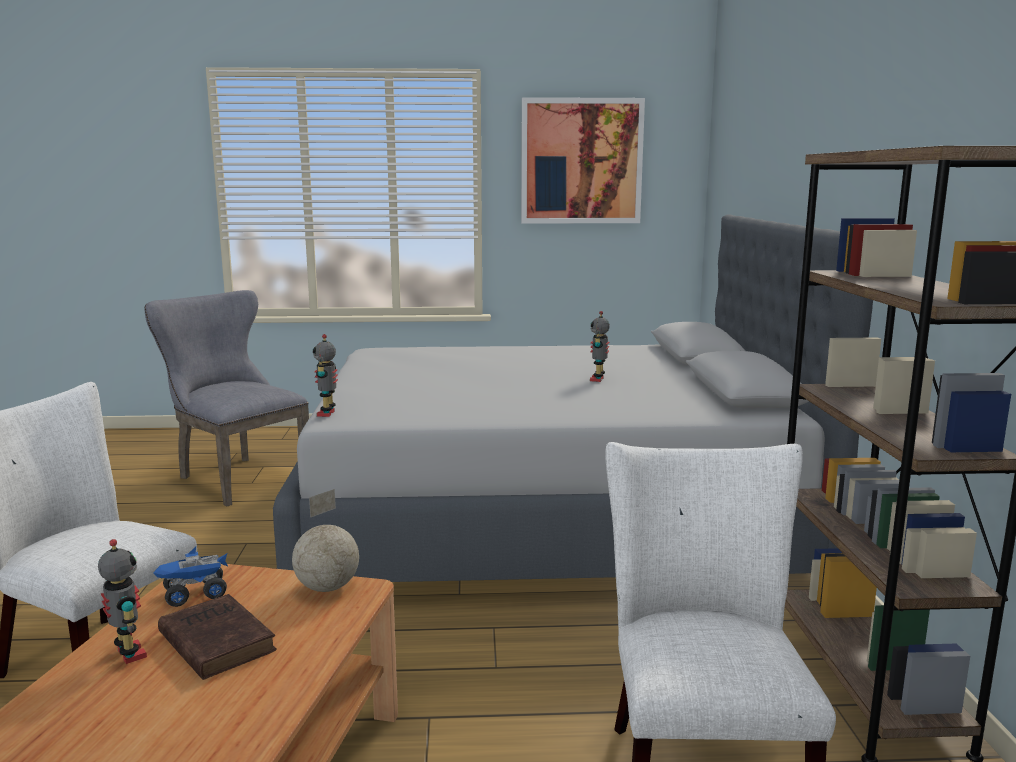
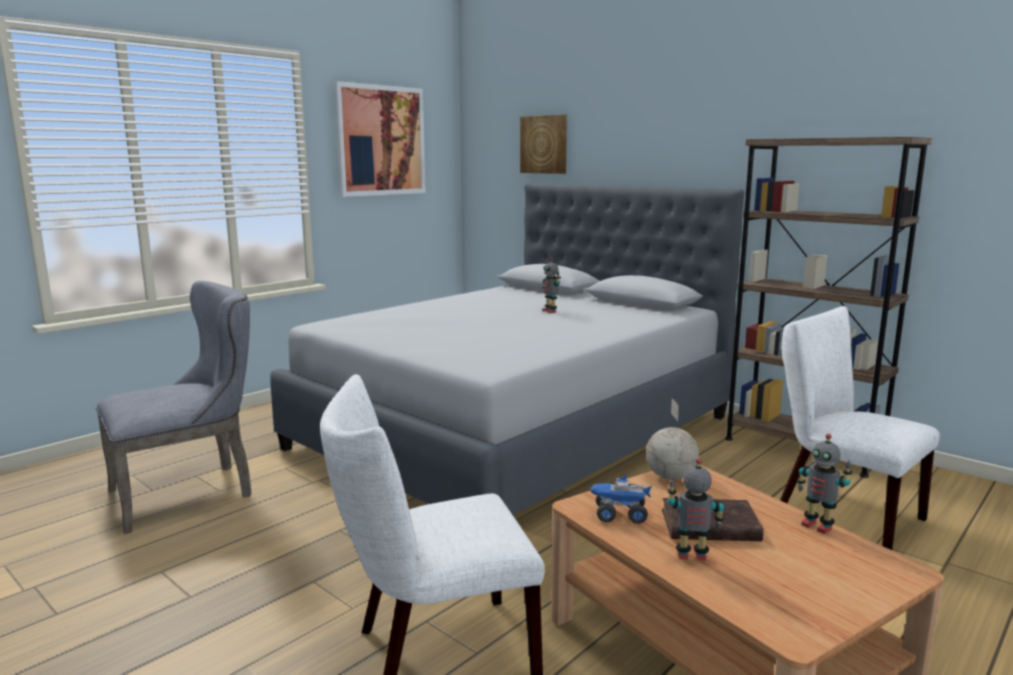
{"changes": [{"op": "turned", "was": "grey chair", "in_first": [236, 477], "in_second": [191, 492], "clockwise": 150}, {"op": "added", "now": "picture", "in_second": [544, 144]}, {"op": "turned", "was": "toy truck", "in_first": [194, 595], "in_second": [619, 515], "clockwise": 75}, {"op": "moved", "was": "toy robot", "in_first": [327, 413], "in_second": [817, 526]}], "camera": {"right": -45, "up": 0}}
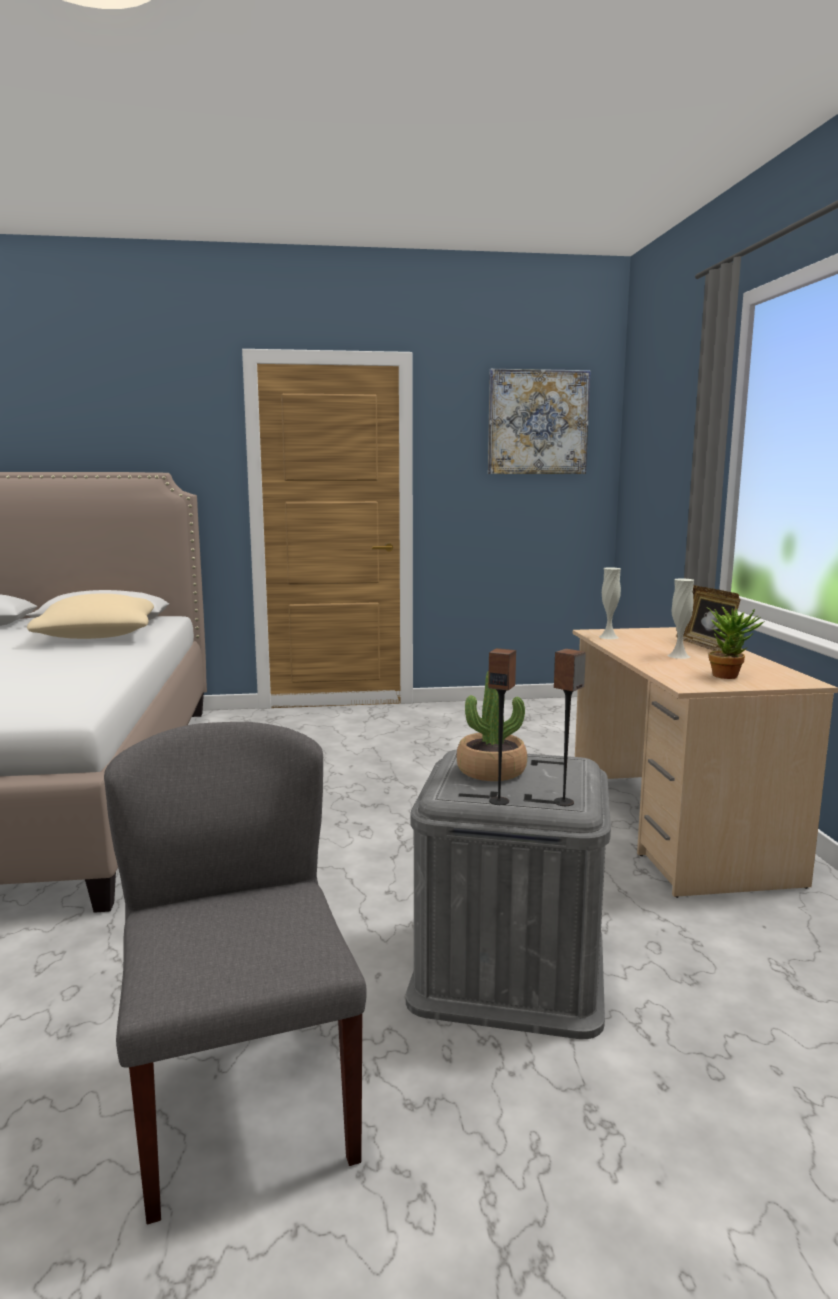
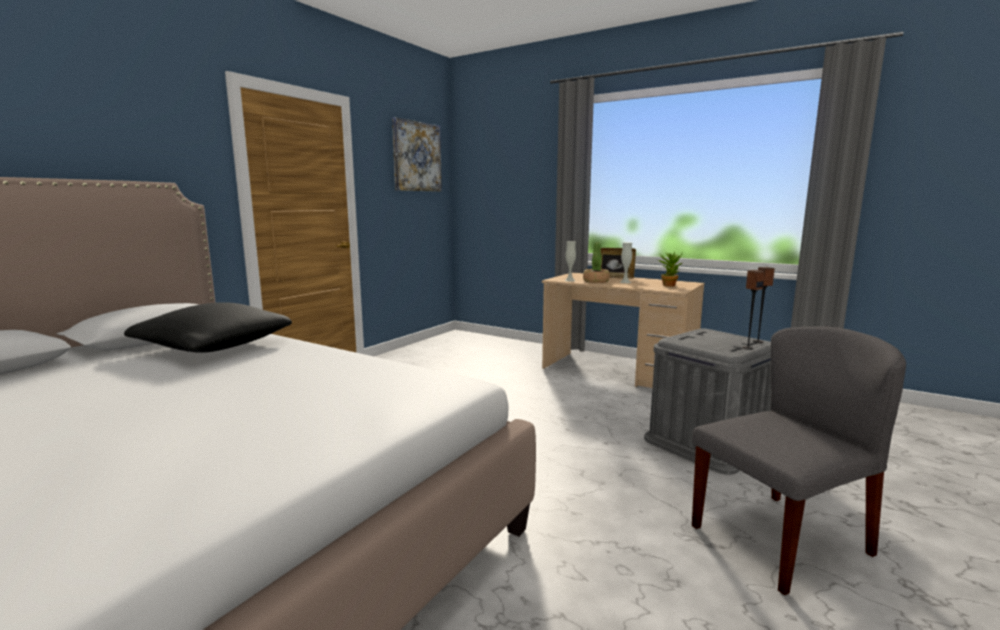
{"changes": [{"op": "recoloured", "was": "beige pillow", "now": "black pillow", "in_first": [97, 636], "in_second": [214, 347]}, {"op": "moved", "was": "potted plant", "in_first": [491, 771], "in_second": [596, 281]}, {"op": "turned", "was": "grey chair", "in_first": [241, 1100], "in_second": [779, 539], "clockwise": 135}], "camera": {"right": -50, "up": 0}}
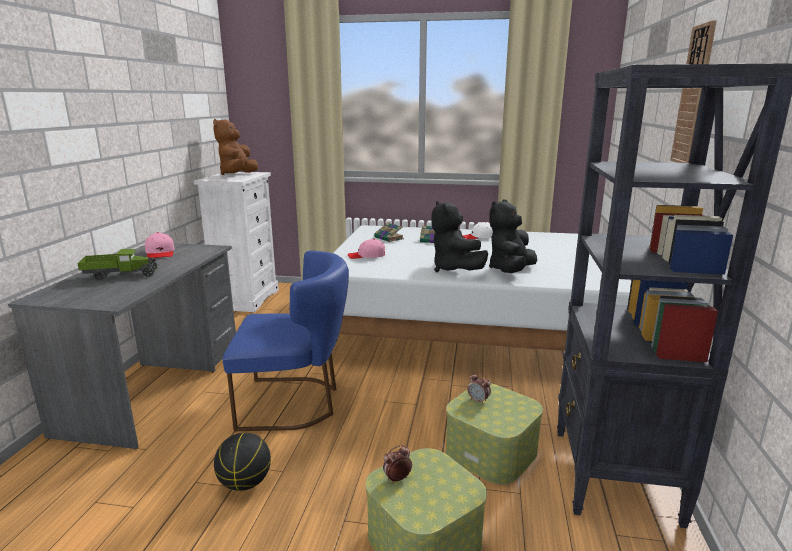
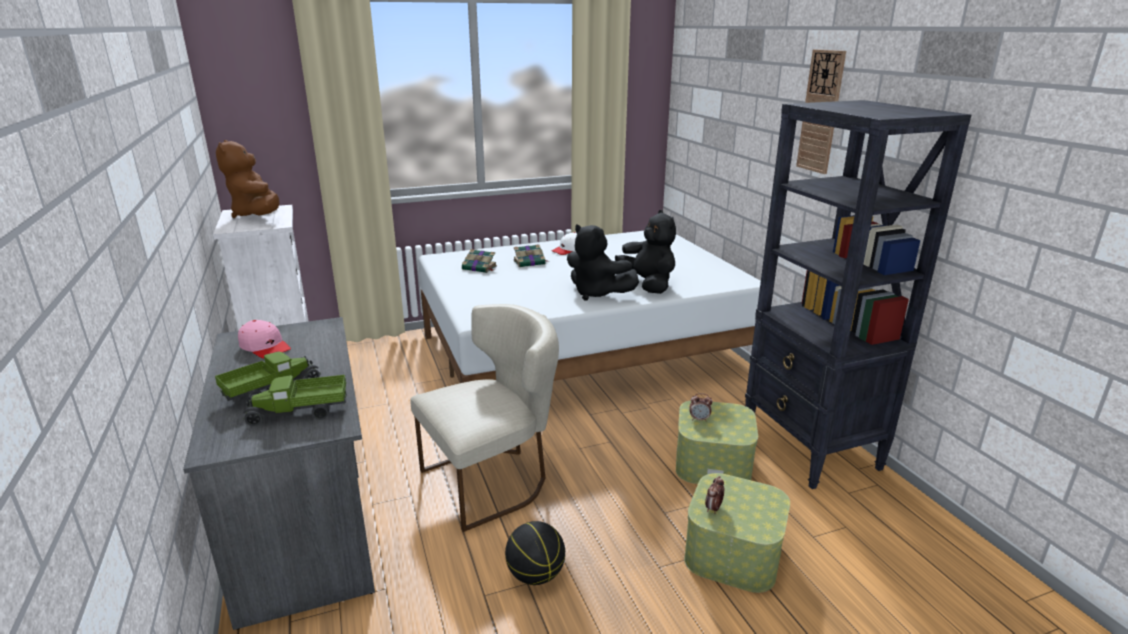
{"changes": [{"op": "added", "now": "toy truck", "in_second": [299, 413]}, {"op": "recoloured", "was": "blue chair", "now": "beige chair", "in_first": [295, 402], "in_second": [493, 480]}, {"op": "turned", "was": "black plush toy", "in_first": [510, 271], "in_second": [648, 284], "clockwise": 150}, {"op": "removed", "was": "pink cap", "in_first": [367, 256]}], "camera": {"right": -30, "up": 5}}
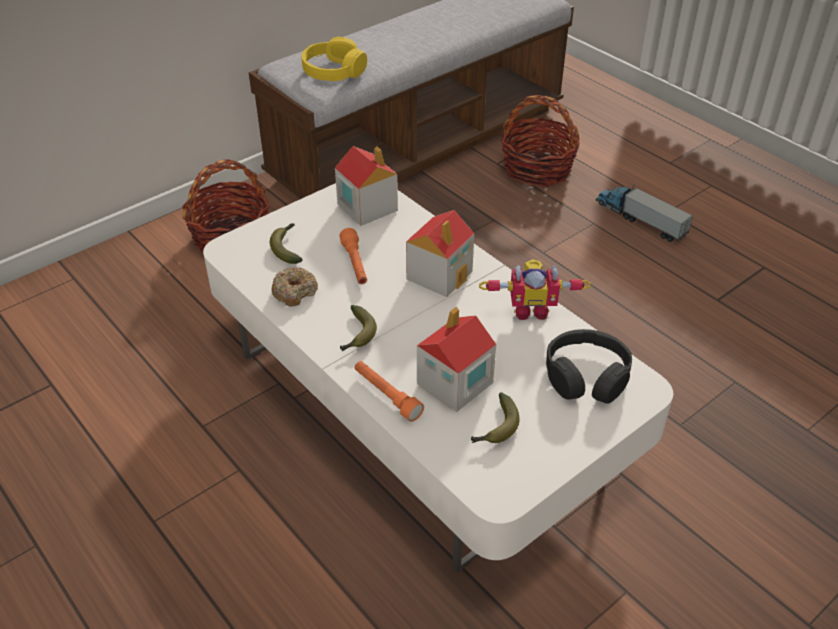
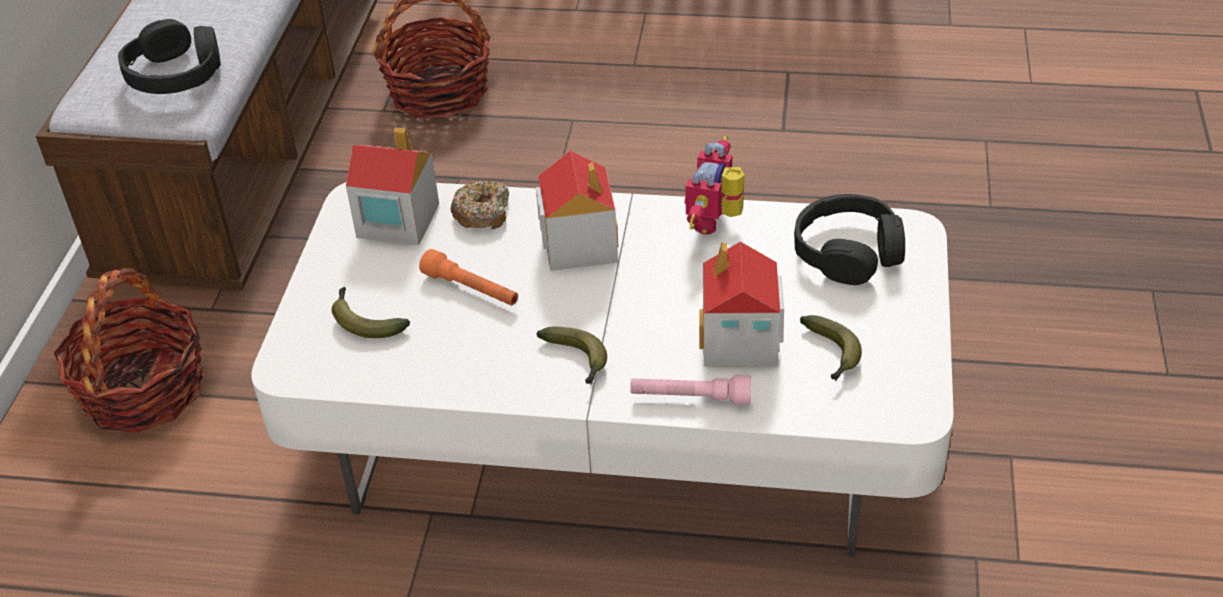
{"changes": [{"op": "recoloured", "was": "yellow headphones", "now": "black headphones", "in_first": [334, 71], "in_second": [175, 74]}, {"op": "moved", "was": "donut", "in_first": [295, 292], "in_second": [482, 213]}, {"op": "recoloured", "was": "orange flashlight", "now": "pink flashlight", "in_first": [386, 395], "in_second": [690, 398]}, {"op": "turned", "was": "toy robot", "in_first": [531, 309], "in_second": [717, 222], "clockwise": 150}, {"op": "removed", "was": "toy truck", "in_first": [640, 220]}], "camera": {"right": -40, "up": 0}}
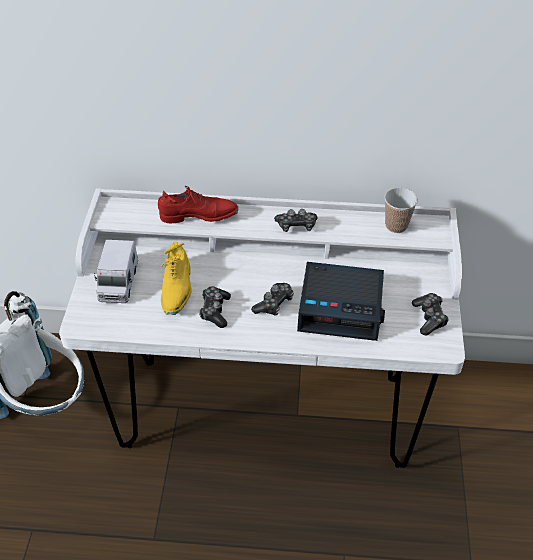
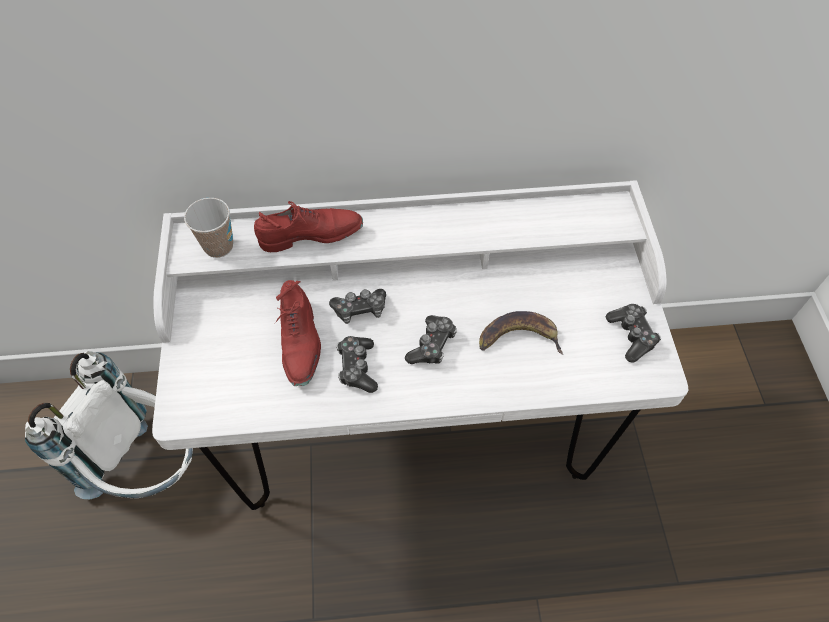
{"changes": [{"op": "moved", "was": "cup", "in_first": [396, 226], "in_second": [219, 246]}, {"op": "recoloured", "was": "yellow shoe", "now": "red shoe", "in_first": [177, 289], "in_second": [300, 342]}, {"op": "moved", "was": "game controller", "in_first": [296, 226], "in_second": [360, 310]}, {"op": "replaced", "was": "alarm clock", "now": "banana", "in_first": [341, 307], "in_second": [519, 337]}, {"op": "removed", "was": "toy truck", "in_first": [118, 282]}], "camera": {"right": -10, "up": 10}}
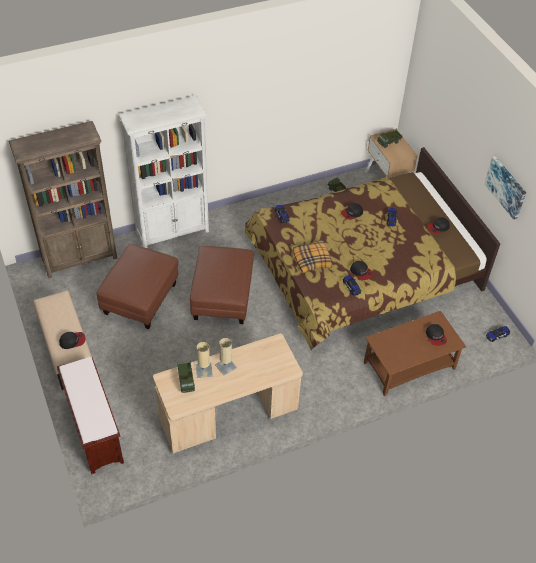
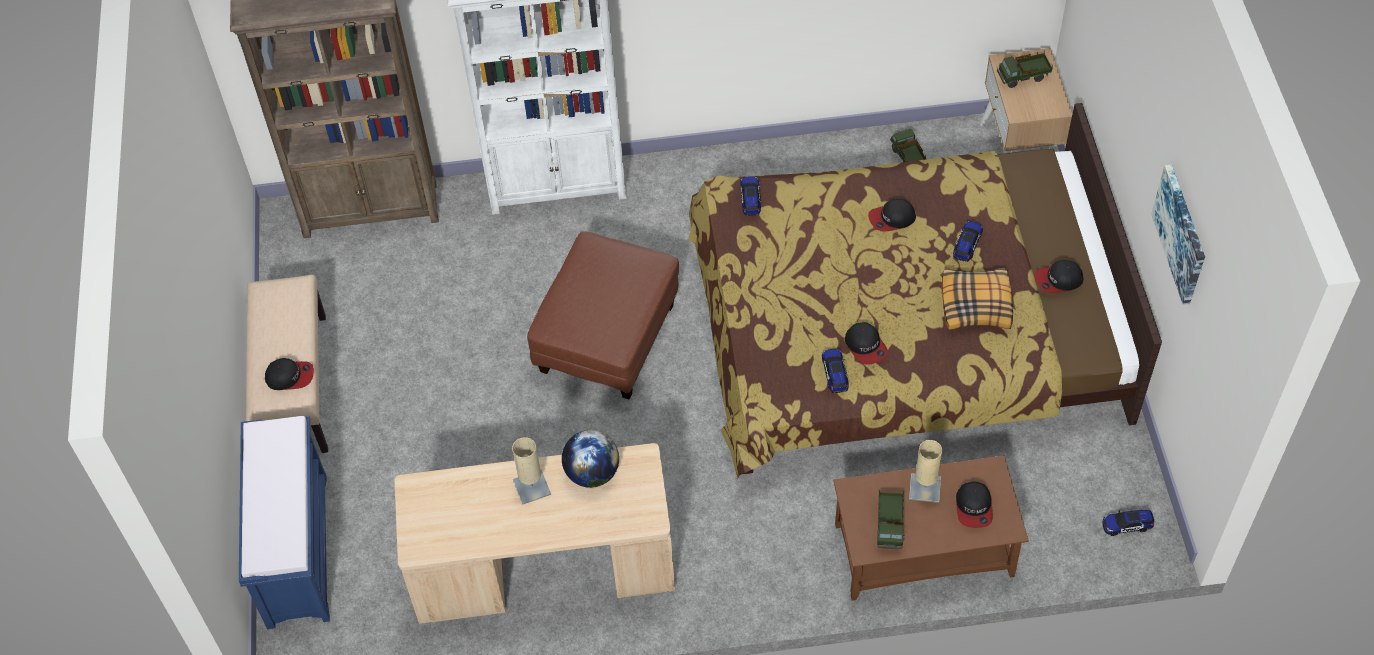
{"changes": [{"op": "recoloured", "was": "brown bench", "now": "blue bench", "in_first": [94, 430], "in_second": [296, 549]}, {"op": "added", "now": "globe", "in_second": [592, 473]}, {"op": "moved", "was": "toy truck", "in_first": [186, 381], "in_second": [890, 526]}, {"op": "moved", "was": "beige table lamp", "in_first": [204, 370], "in_second": [925, 488]}, {"op": "moved", "was": "pillow", "in_first": [312, 260], "in_second": [976, 305]}, {"op": "removed", "was": "brown ottoman", "in_first": [140, 299]}], "camera": {"right": 20, "up": 5}}
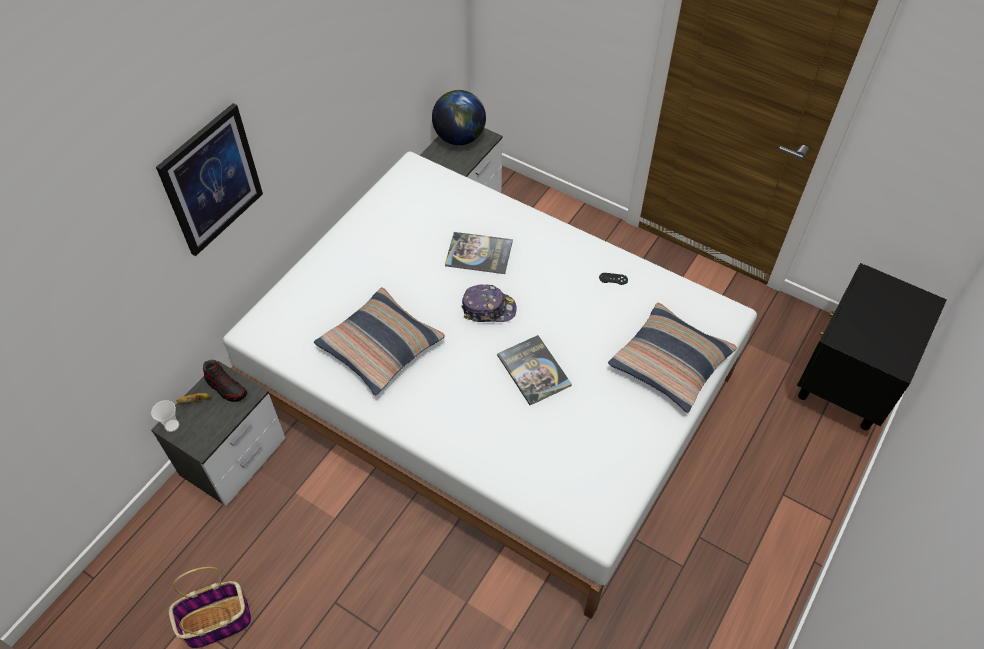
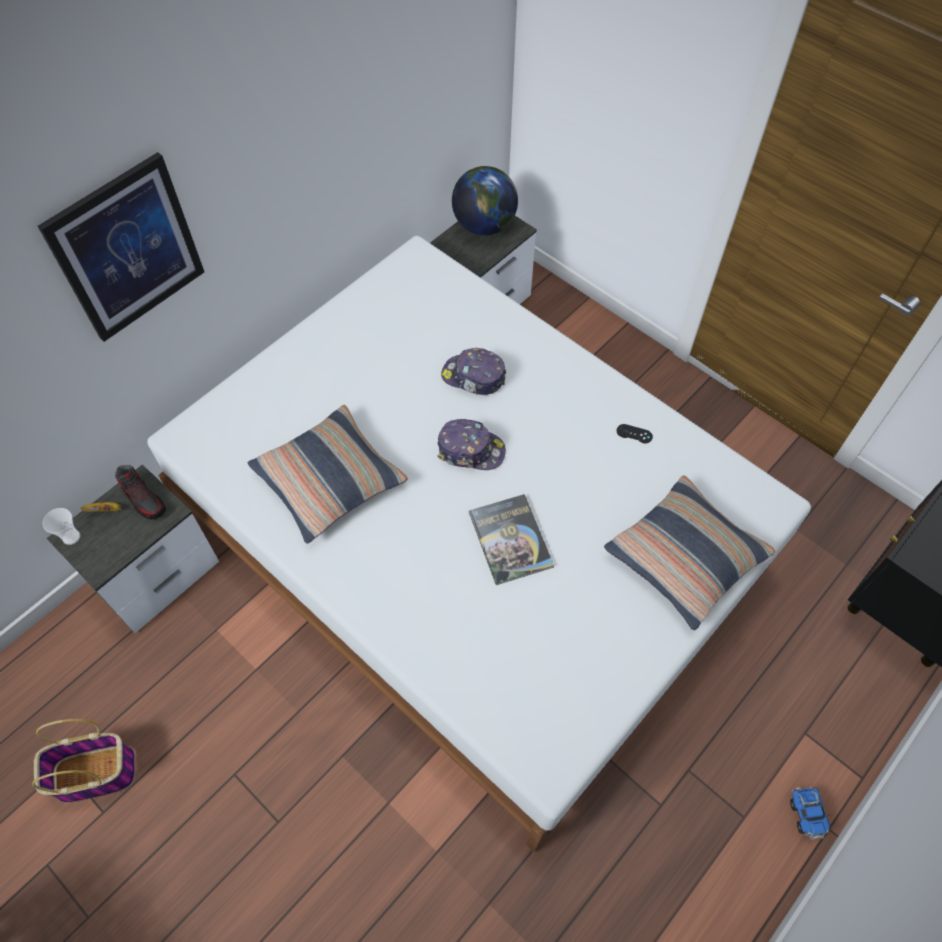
{"changes": [{"op": "replaced", "was": "book", "now": "cap", "in_first": [479, 254], "in_second": [474, 377]}, {"op": "added", "now": "toy truck", "in_second": [806, 814]}], "camera": {"right": 10, "up": 5}}
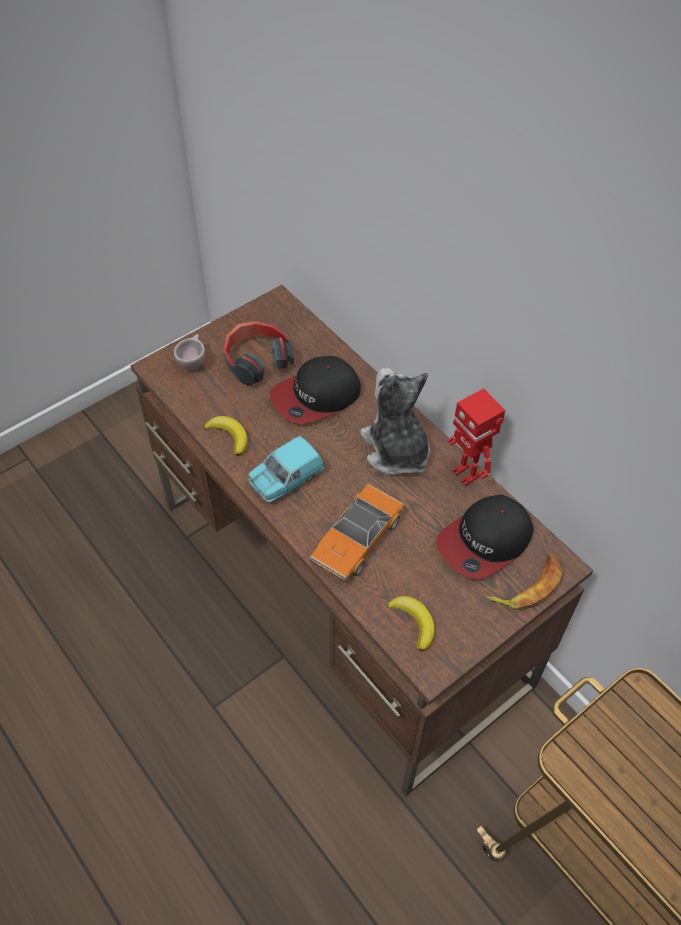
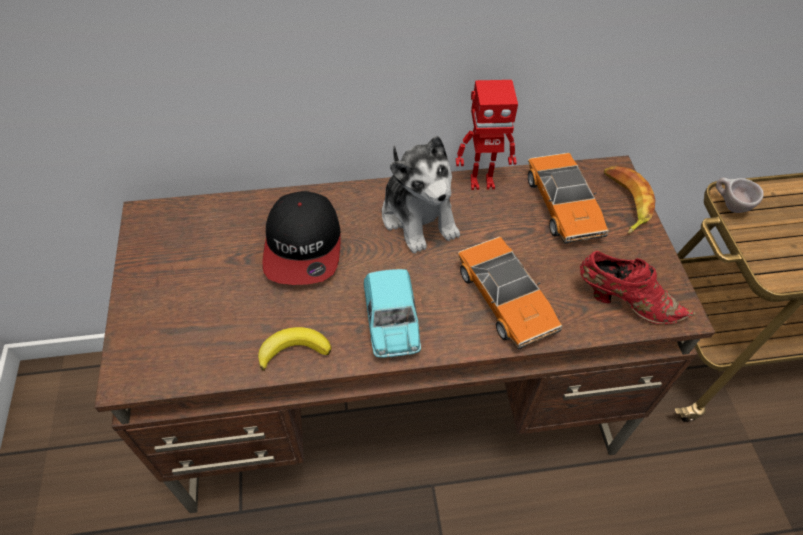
{"changes": [{"op": "turned", "was": "plush toy", "in_first": [395, 450], "in_second": [419, 217], "clockwise": -120}, {"op": "replaced", "was": "cap", "now": "toy car", "in_first": [485, 542], "in_second": [563, 206]}, {"op": "replaced", "was": "banana", "now": "red shoe", "in_first": [414, 622], "in_second": [625, 301]}, {"op": "moved", "was": "beige cup", "in_first": [193, 362], "in_second": [729, 205]}, {"op": "removed", "was": "headphones", "in_first": [257, 360]}], "camera": {"right": -60, "up": 0}}
